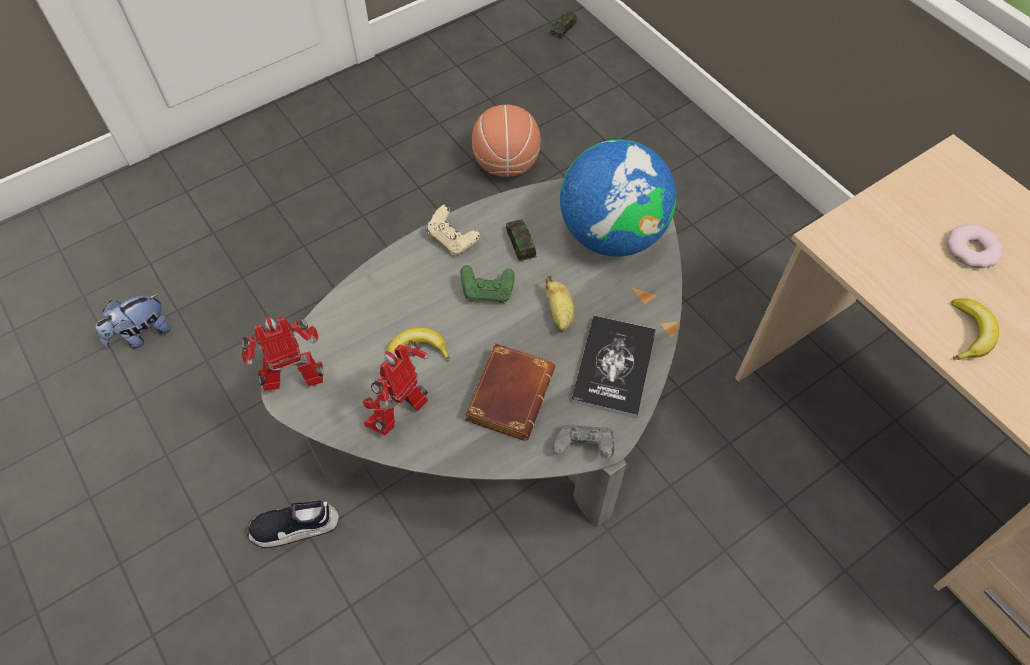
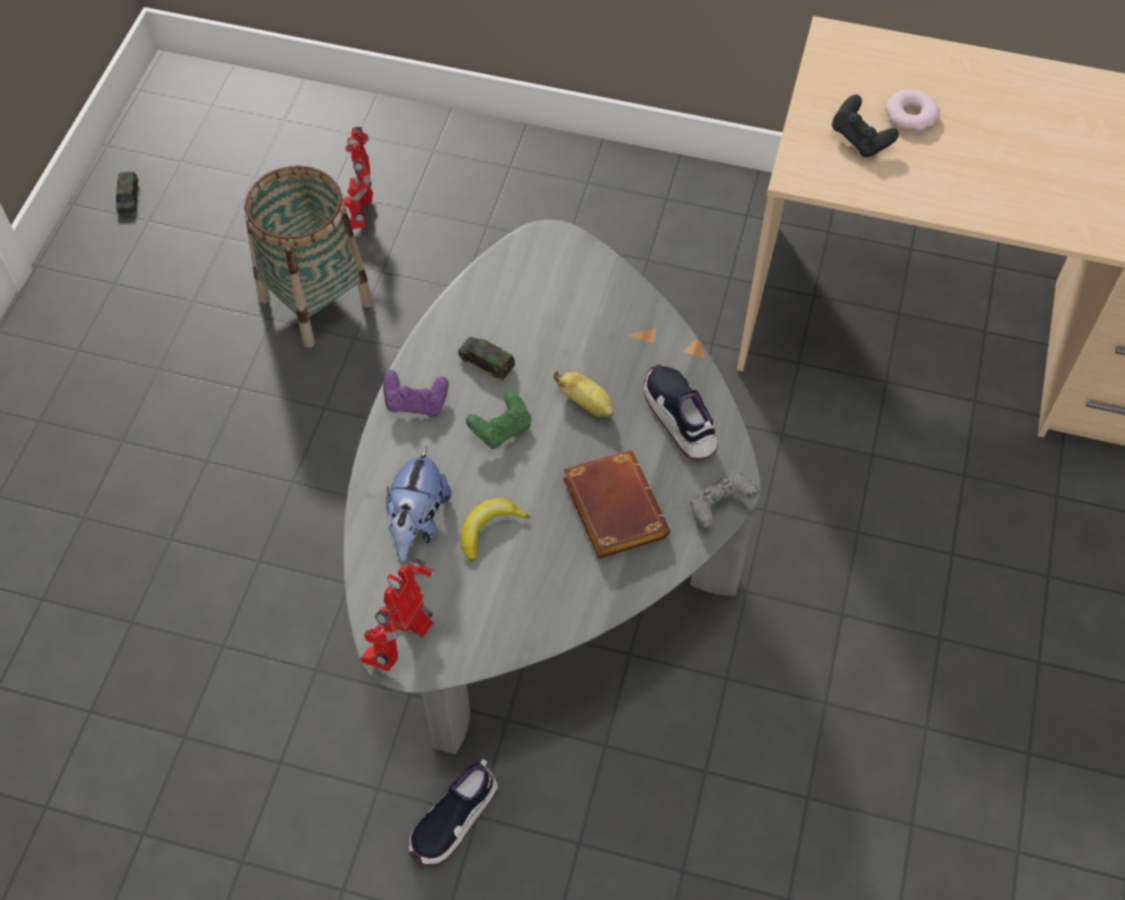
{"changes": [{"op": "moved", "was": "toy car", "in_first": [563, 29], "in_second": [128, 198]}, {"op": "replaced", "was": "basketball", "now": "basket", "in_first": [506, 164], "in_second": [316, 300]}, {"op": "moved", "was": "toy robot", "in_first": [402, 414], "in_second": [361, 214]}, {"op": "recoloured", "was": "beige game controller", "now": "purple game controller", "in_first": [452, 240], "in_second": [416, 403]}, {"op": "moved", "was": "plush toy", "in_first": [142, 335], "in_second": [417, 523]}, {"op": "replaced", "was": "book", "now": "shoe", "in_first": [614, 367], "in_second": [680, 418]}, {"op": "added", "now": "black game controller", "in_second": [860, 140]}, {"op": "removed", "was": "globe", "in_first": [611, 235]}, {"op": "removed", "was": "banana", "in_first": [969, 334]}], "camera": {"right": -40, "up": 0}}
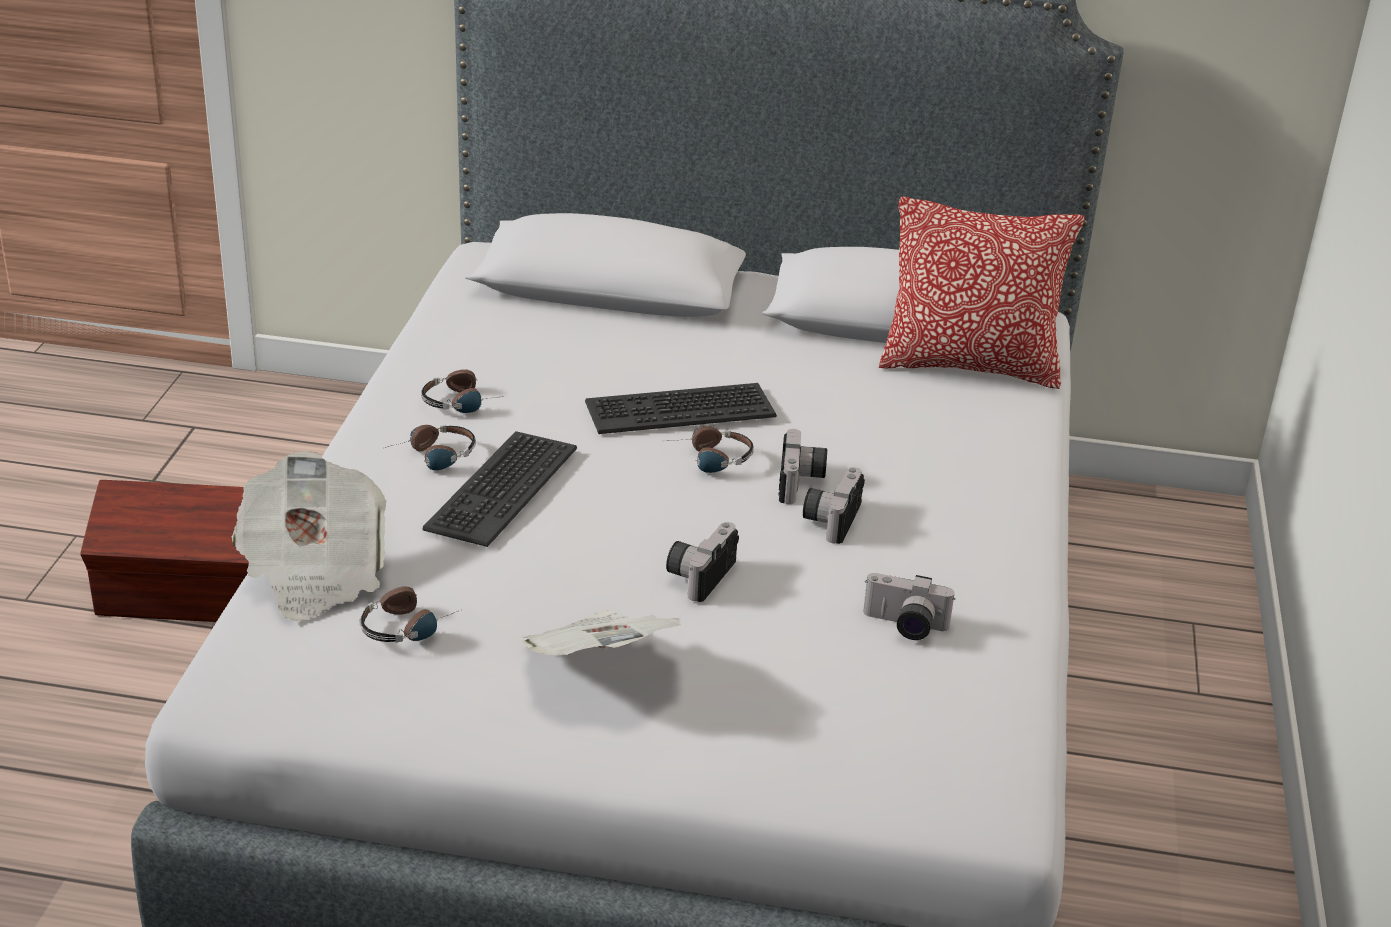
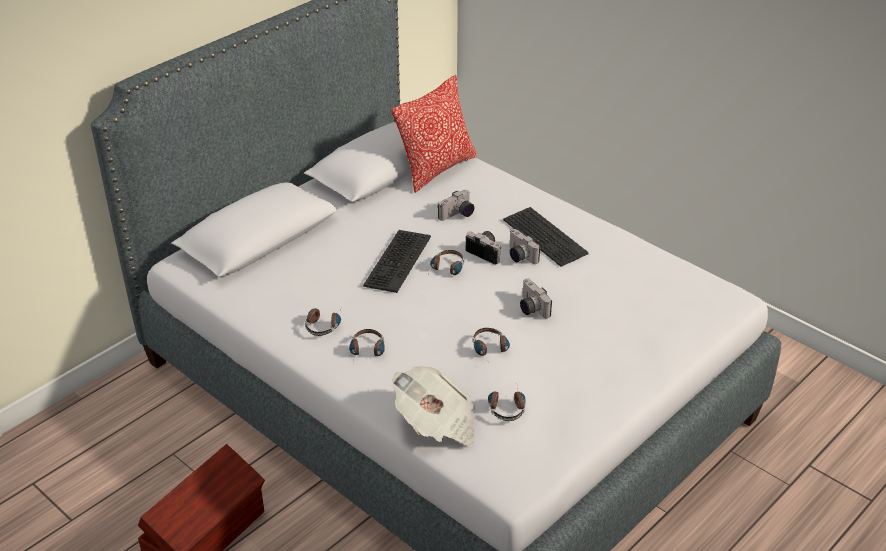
{"changes": [{"op": "moved", "was": "photo camera", "in_first": [904, 626], "in_second": [458, 215]}, {"op": "added", "now": "headphones", "in_second": [491, 350]}, {"op": "moved", "was": "keyboard", "in_first": [500, 488], "in_second": [544, 237]}, {"op": "removed", "was": "newspaper", "in_first": [599, 666]}], "camera": {"right": -55, "up": 5}}
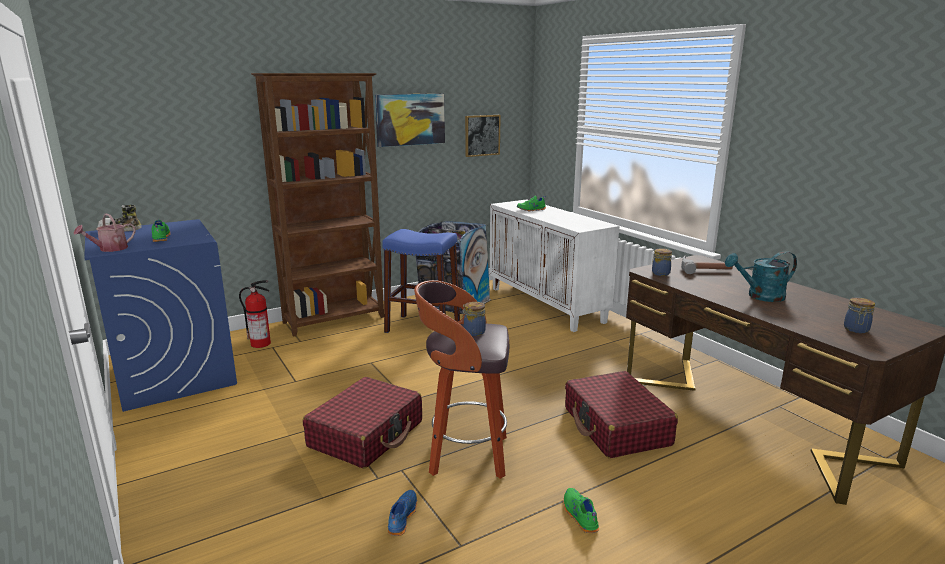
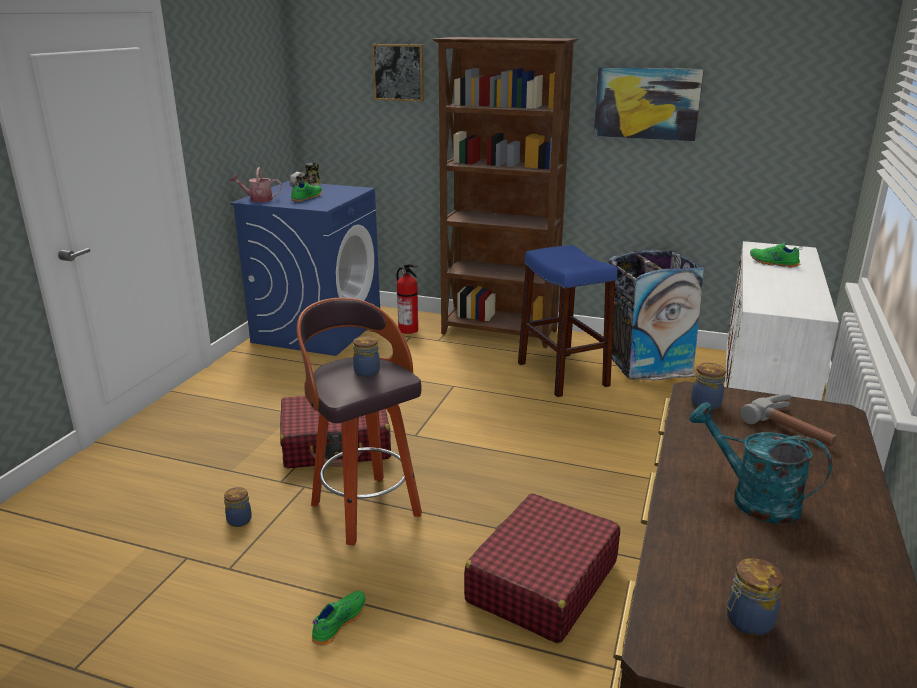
{"changes": [{"op": "replaced", "was": "blue shoe", "now": "jar", "in_first": [401, 517], "in_second": [239, 519]}, {"op": "moved", "was": "picture", "in_first": [482, 135], "in_second": [398, 72]}], "camera": {"right": 50, "up": 5}}
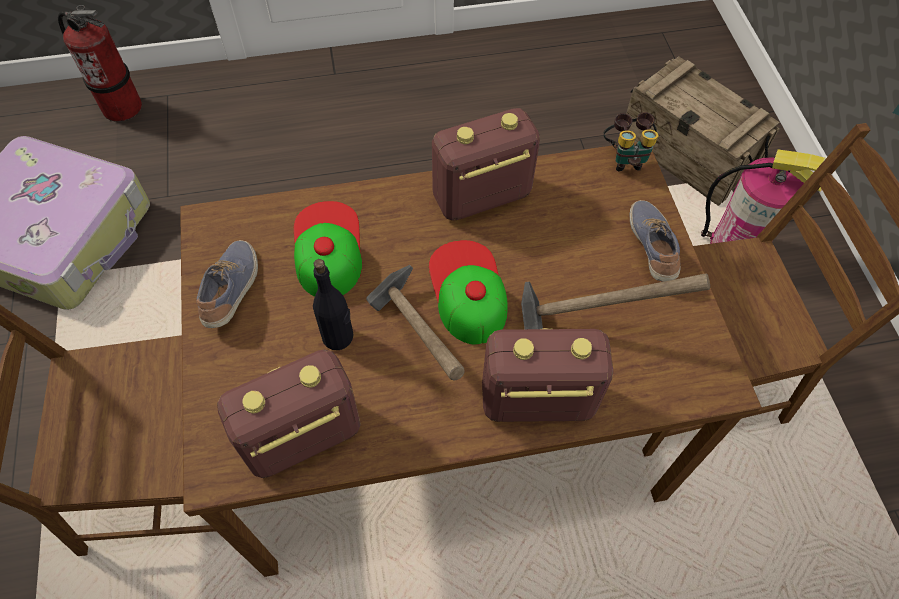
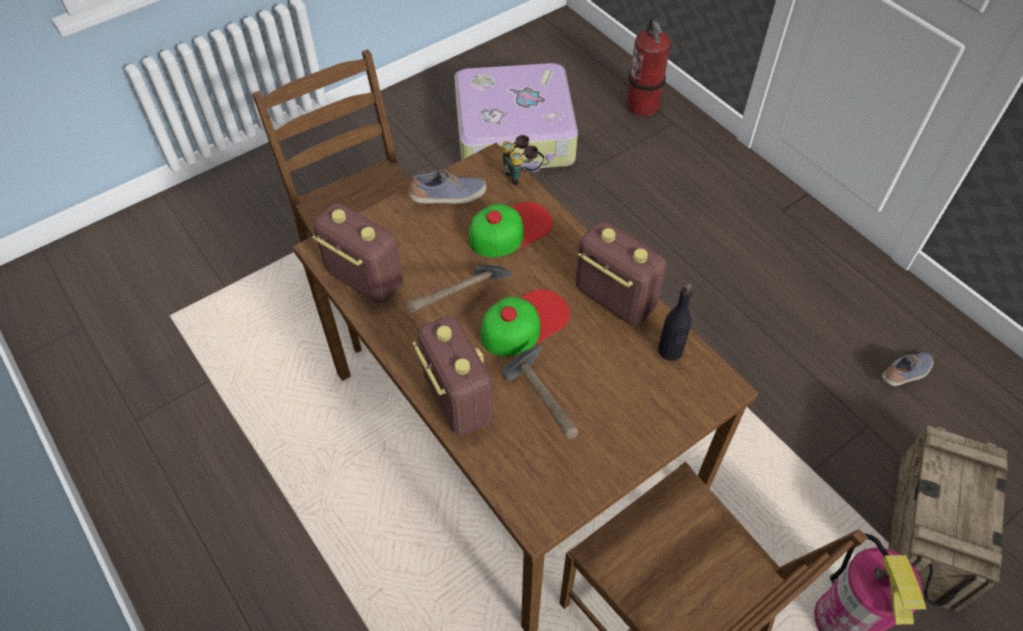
{"changes": [{"op": "moved", "was": "binoculars", "in_first": [625, 158], "in_second": [521, 174]}, {"op": "moved", "was": "black bottle", "in_first": [338, 337], "in_second": [670, 351]}, {"op": "moved", "was": "shoe", "in_first": [652, 246], "in_second": [906, 374]}], "camera": {"right": 65, "up": -5}}
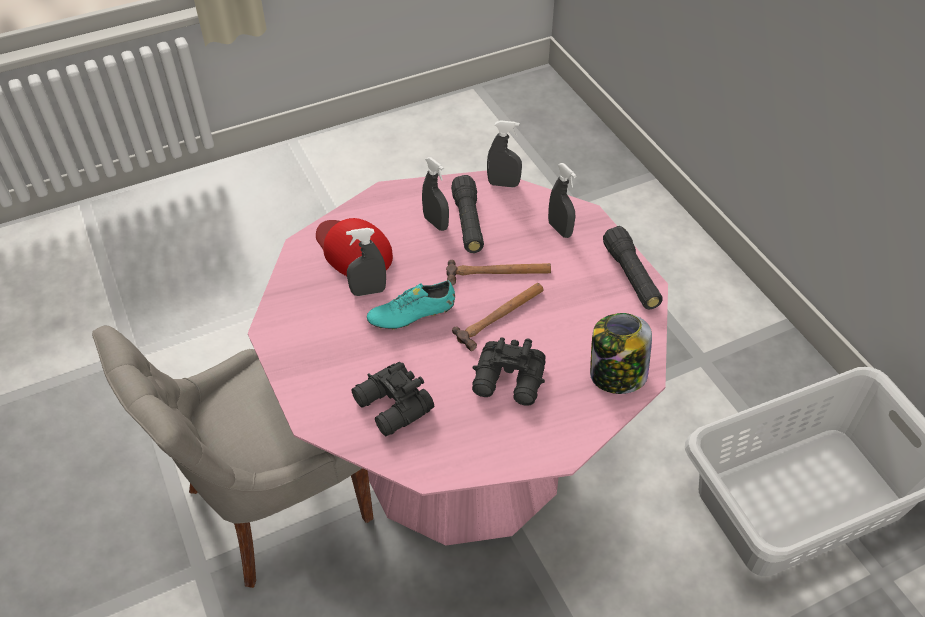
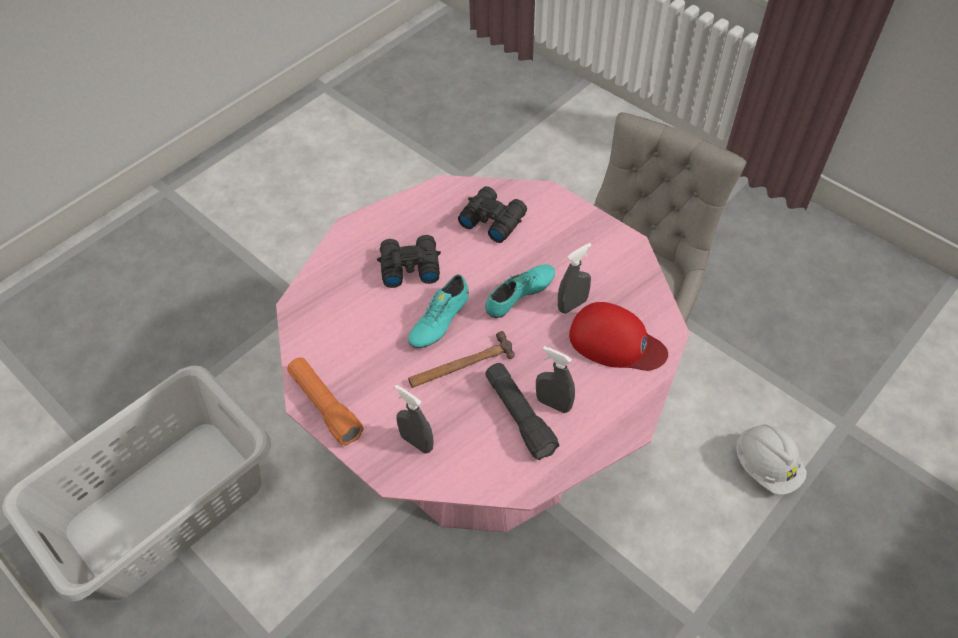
{"changes": [{"op": "recoloured", "was": "black flashlight", "now": "orange flashlight", "in_first": [631, 276], "in_second": [325, 406]}, {"op": "replaced", "was": "hammer", "now": "turquoise shoe", "in_first": [501, 316], "in_second": [439, 321]}, {"op": "added", "now": "white hard hat", "in_second": [766, 466]}, {"op": "removed", "was": "grey spray bottle", "in_first": [503, 184]}, {"op": "removed", "was": "jar", "in_first": [616, 375]}], "camera": {"right": 160, "up": 5}}
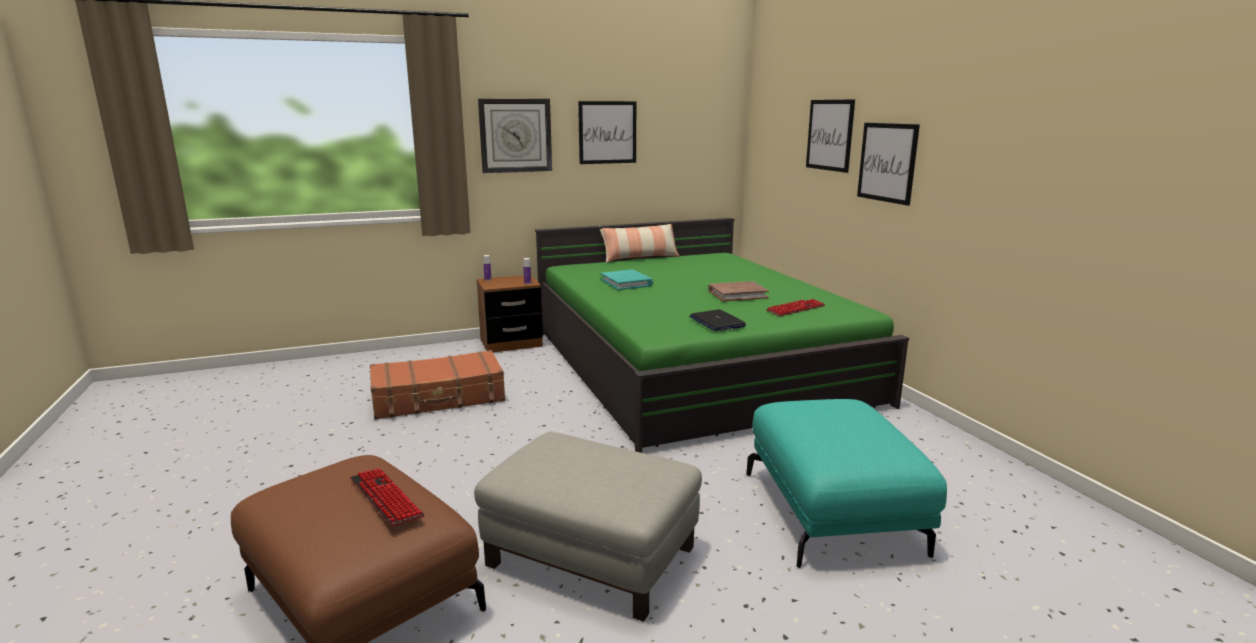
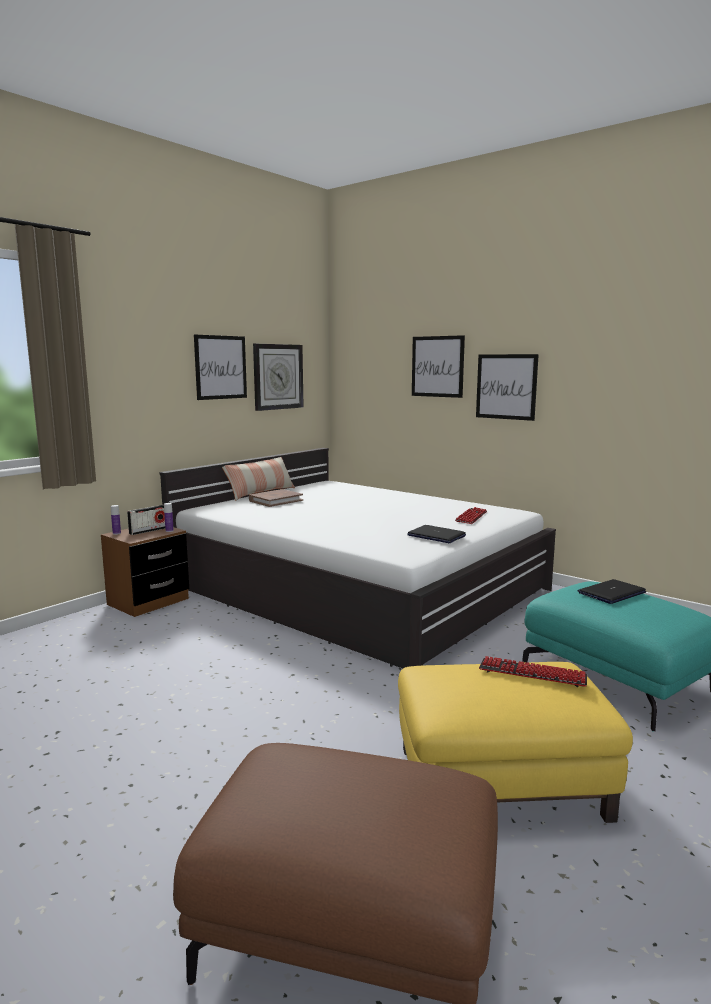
{"changes": [{"op": "added", "now": "radio", "in_second": [149, 530]}, {"op": "recoloured", "was": "green bed", "now": "white bed", "in_first": [693, 365], "in_second": [357, 587]}, {"op": "moved", "was": "brown book", "in_first": [737, 294], "in_second": [275, 500]}, {"op": "moved", "was": "wall clock", "in_first": [515, 135], "in_second": [278, 376]}, {"op": "recoloured", "was": "grey ottoman", "now": "yellow ottoman", "in_first": [592, 555], "in_second": [501, 781]}, {"op": "moved", "was": "keyboard", "in_first": [385, 498], "in_second": [532, 673]}, {"op": "added", "now": "laptop", "in_second": [611, 593]}, {"op": "removed", "was": "brown suitcase", "in_first": [439, 398]}, {"op": "removed", "was": "turquoise book", "in_first": [626, 282]}], "camera": {"right": -30, "up": -5}}
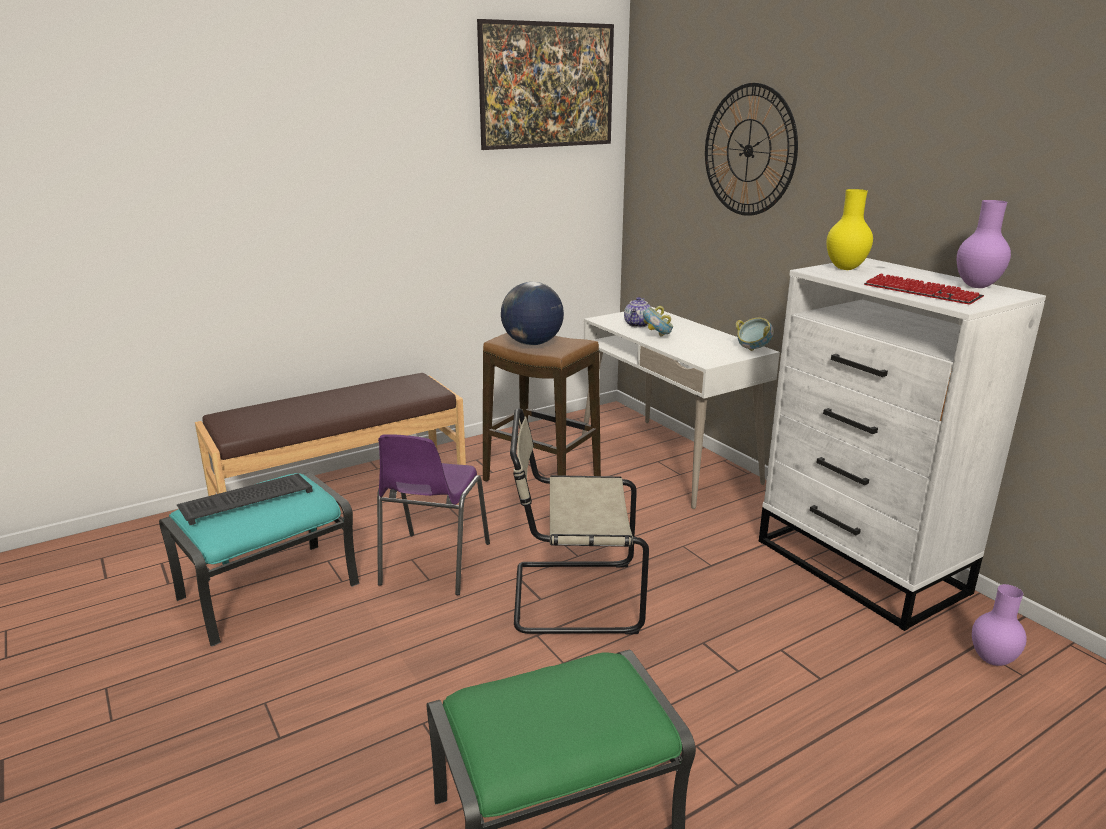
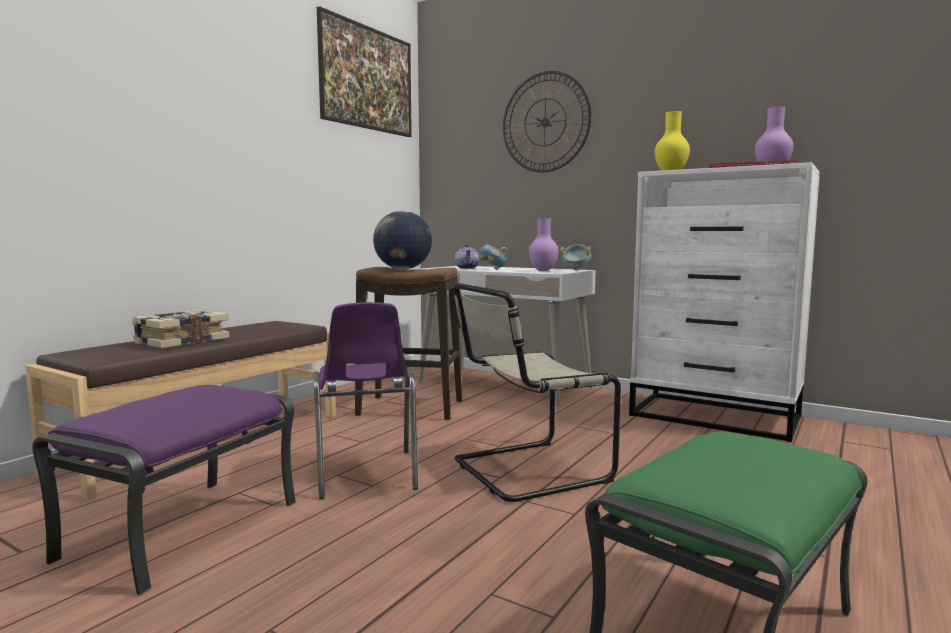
{"changes": [{"op": "recoloured", "was": "turquoise ottoman", "now": "purple ottoman", "in_first": [269, 590], "in_second": [183, 529]}, {"op": "added", "now": "book", "in_second": [181, 342]}, {"op": "moved", "was": "purple vase", "in_first": [991, 660], "in_second": [542, 270]}, {"op": "removed", "was": "keyboard", "in_first": [247, 499]}], "camera": {"right": -25, "up": -15}}
